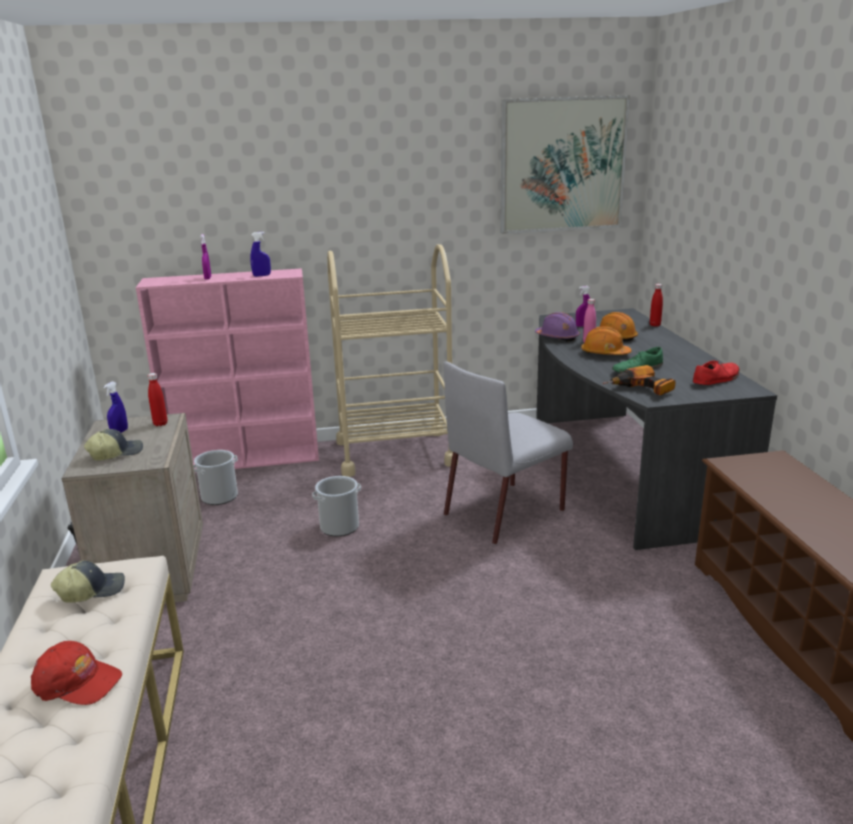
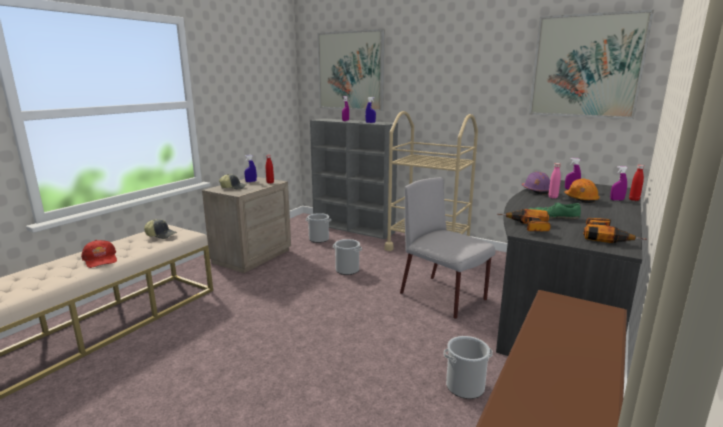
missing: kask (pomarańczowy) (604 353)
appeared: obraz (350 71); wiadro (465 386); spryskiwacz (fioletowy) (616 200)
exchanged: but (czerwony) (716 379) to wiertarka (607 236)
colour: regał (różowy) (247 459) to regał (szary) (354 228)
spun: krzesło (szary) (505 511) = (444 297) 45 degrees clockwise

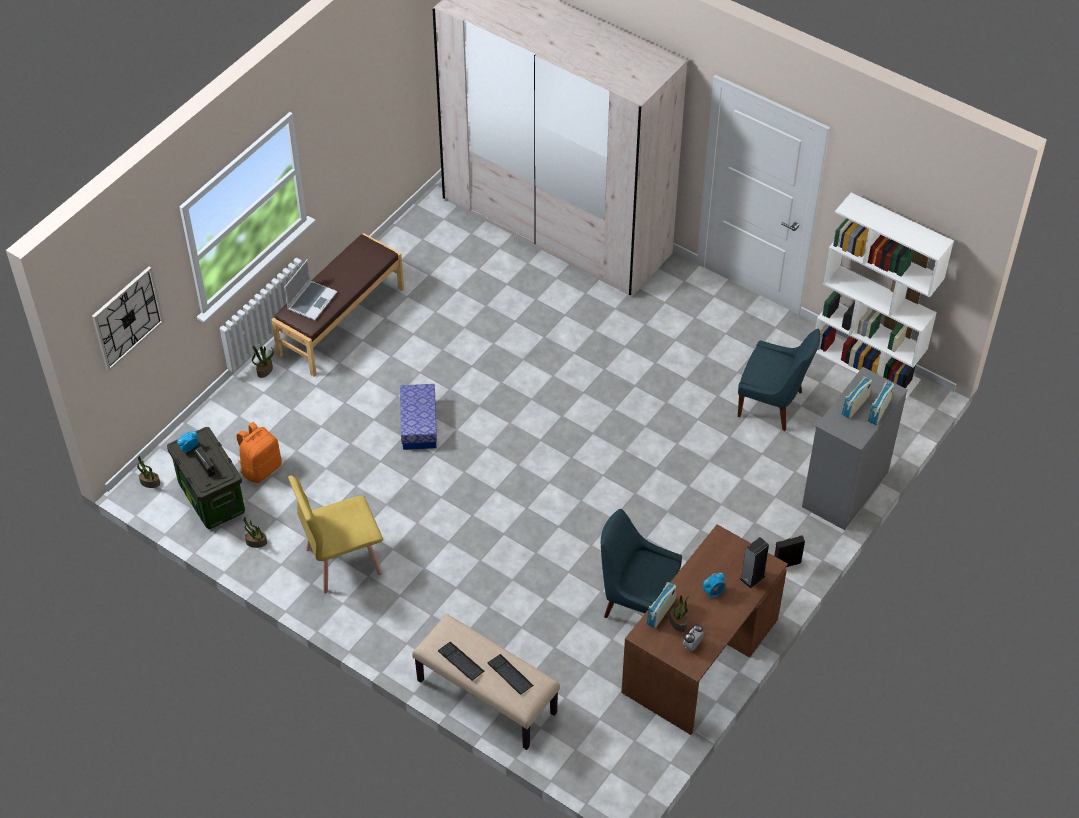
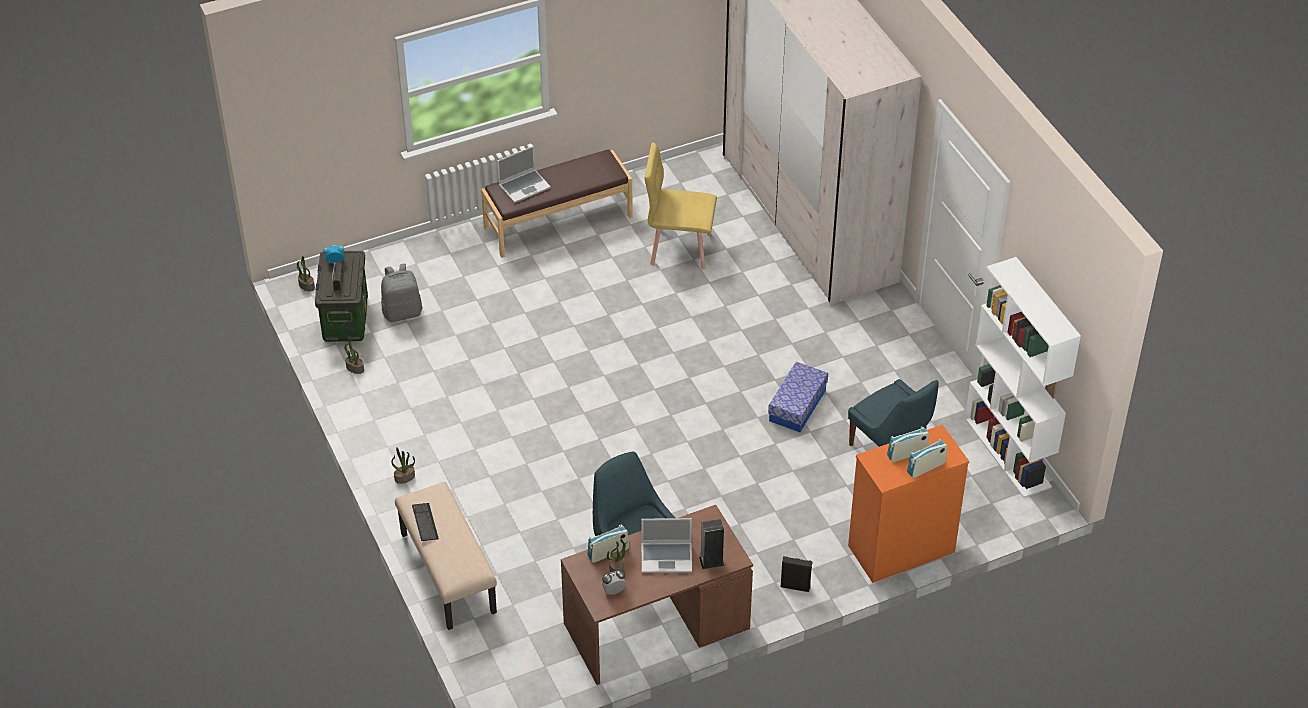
missing: zegar ścienny (127 318); klawiatura (510 675)
relocated: roślina doniczkowa (265 370) to (405 477); krzesło (żółty) (342 561) to (680 248); pojemnik do przechowywania (419 424) to (797 405)
exchanged: budzik (713 592) to laptop (667 557)
colour: plecak (pomarańczowy) (261 468) to plecak (szary) (402 312); komoda (szary) (844 490) to komoda (pomarańczowy) (900 549)

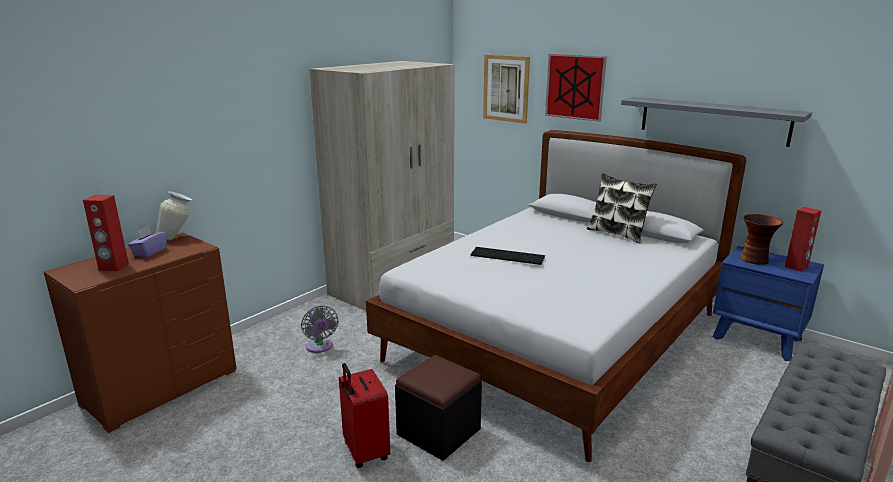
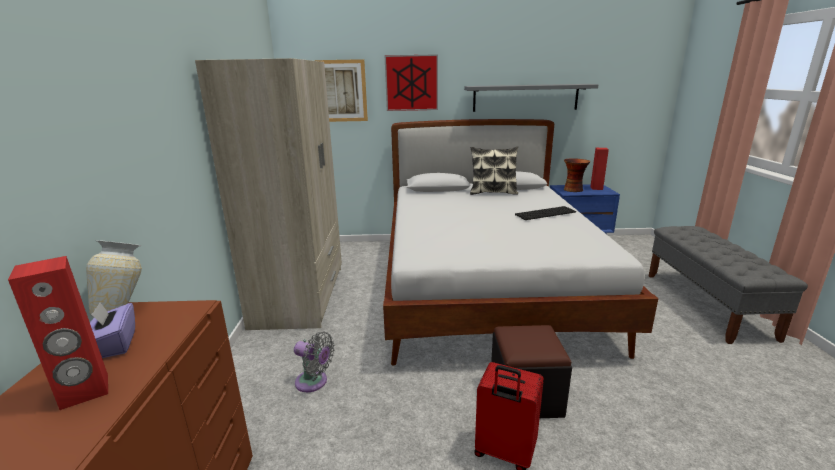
relocated: klawiatura (508 255) to (545 213)

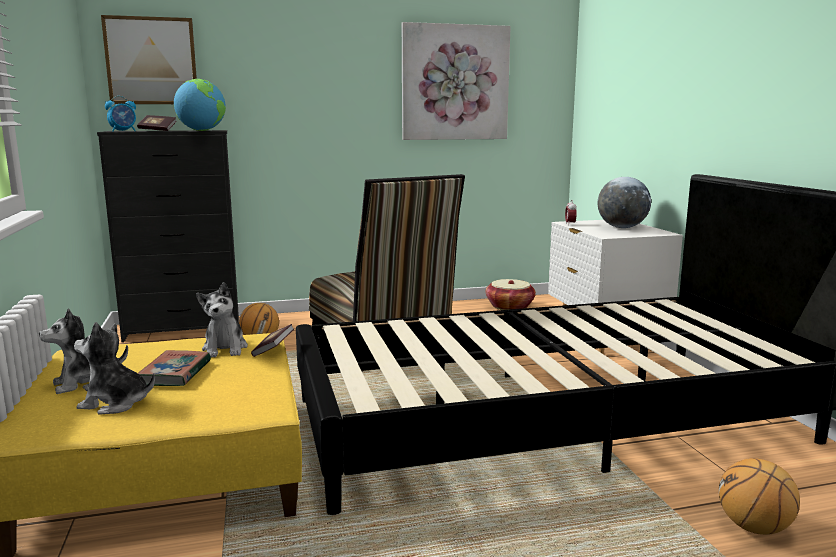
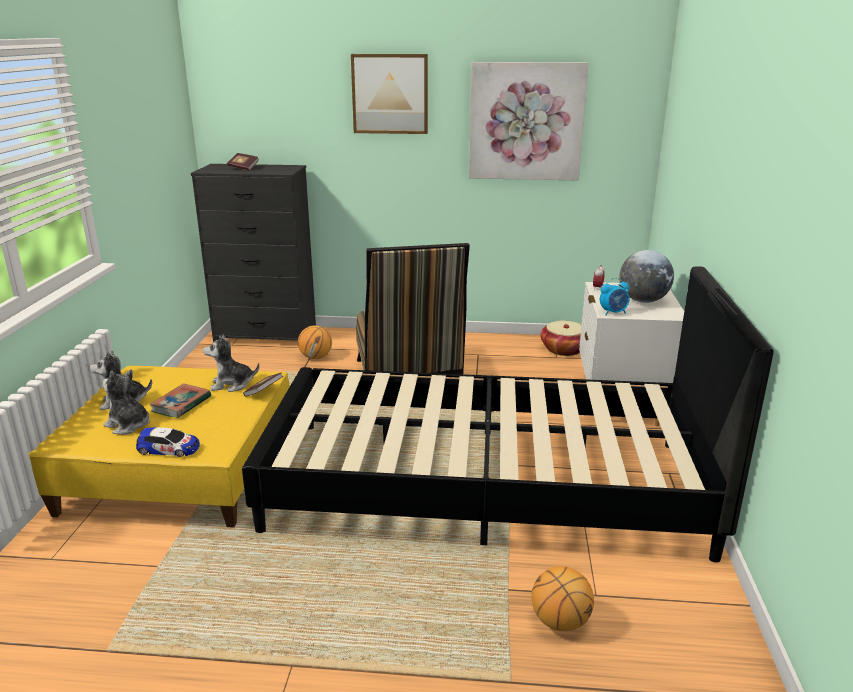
missing: globus (202 130)
appeared: samochodzik (169 448)
relocated: obraz (151 61) to (390 94); budzik (123 131) to (613 313)
spun: pluszak (225 348) = (232 384) 75 degrees clockwise

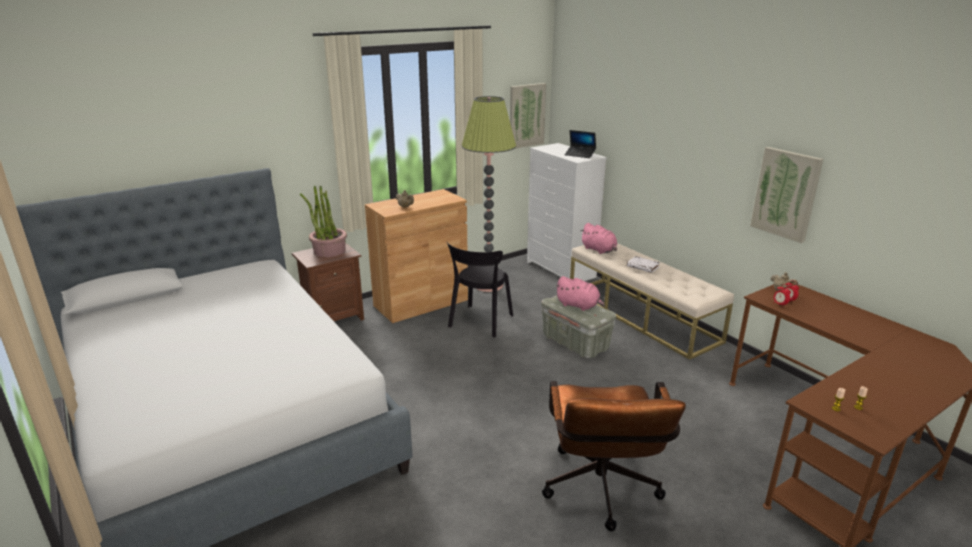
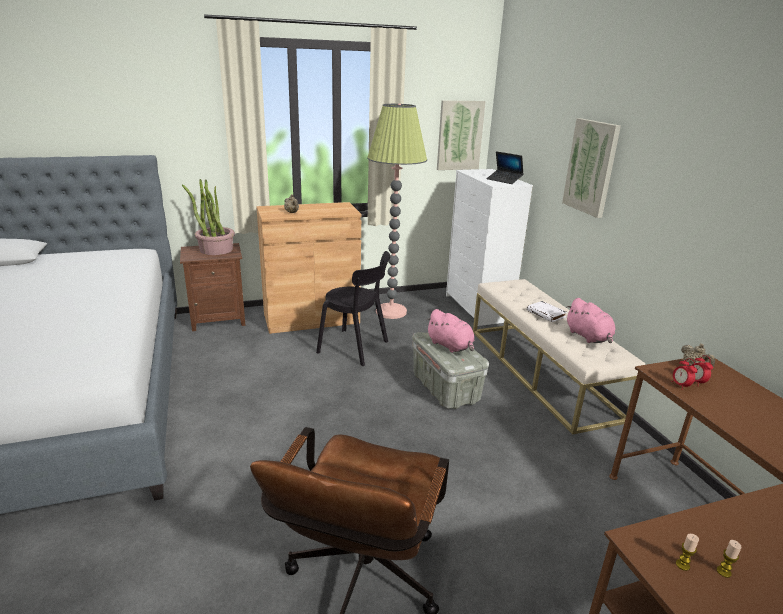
relocated: pluszak (różowy) (599 250) to (589 337); obraz (786 194) to (591 167)
spun: krzesło (czarny) (479 322) = (356 348) 105 degrees counterclockwise

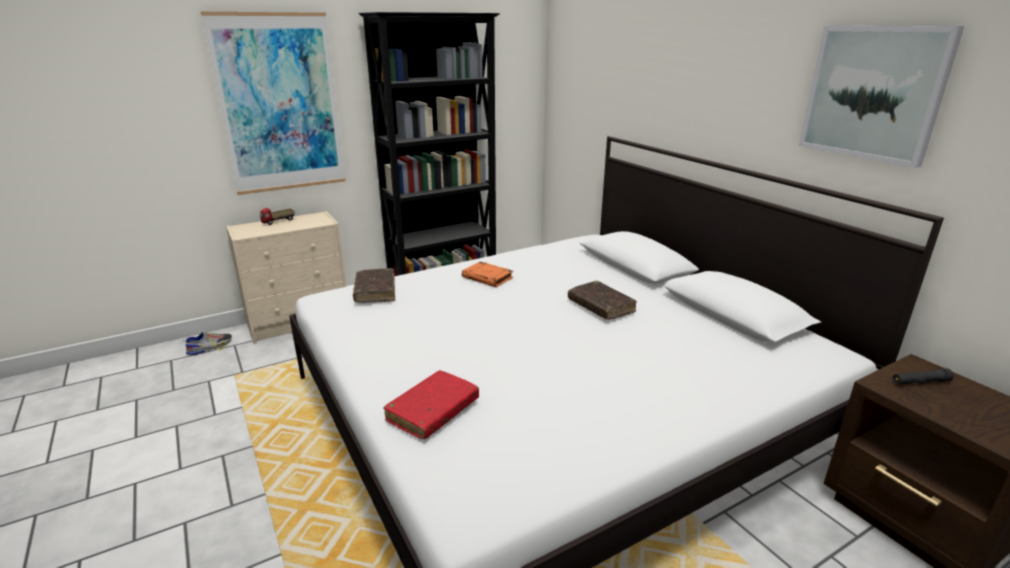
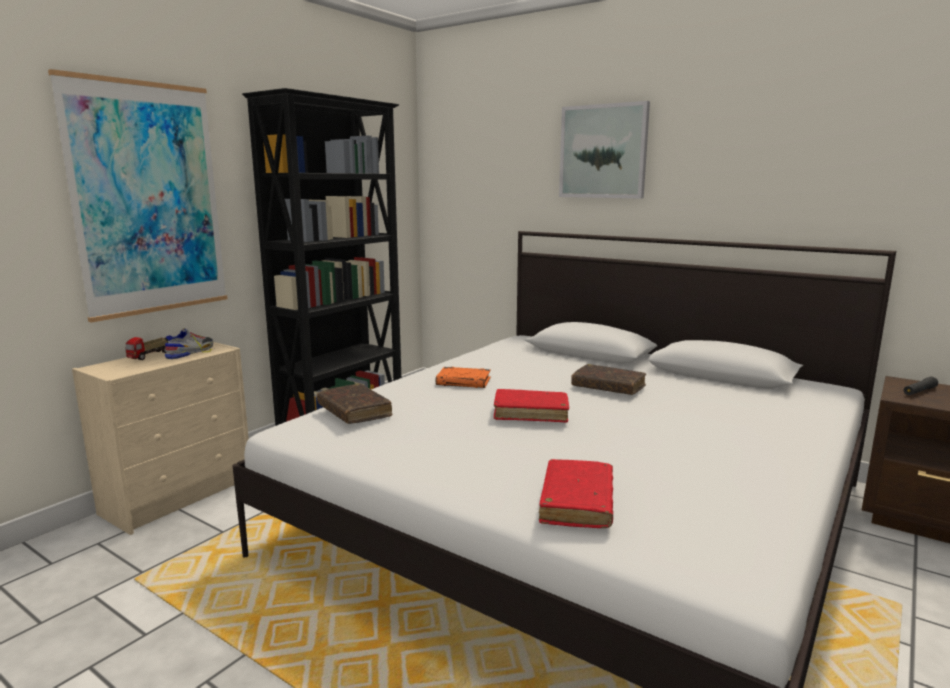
appeared: książka (czerwony) (531 413)
relocated: but (210 347) to (190 352); obraz (873 93) to (603 151)

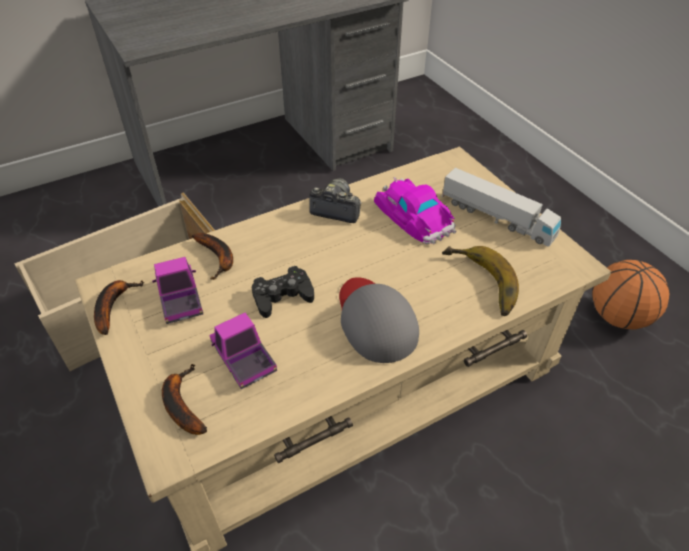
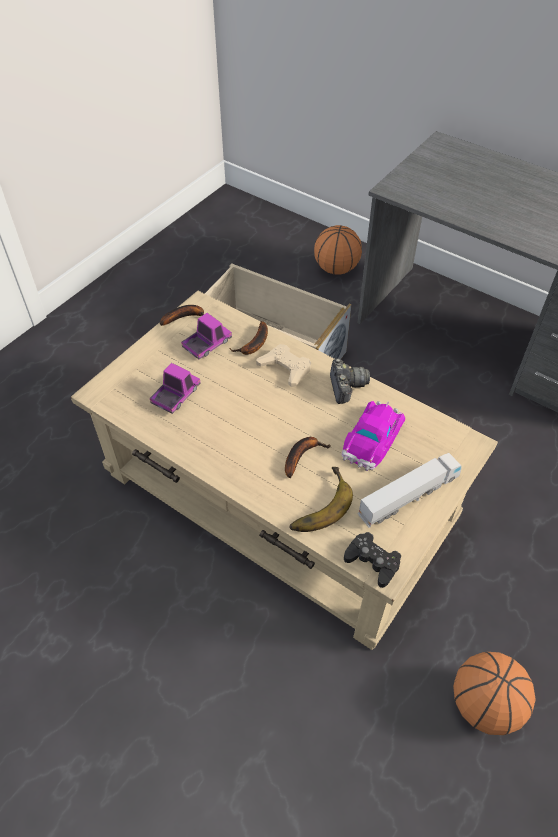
missing: czapka z daszkiem (szary) (375 320)
appeared: pad do gier (beżowy) (285 368); piłka do koszykówki (336 269)
relocated: banan (181 404) to (302 455); pad do gier (czarny) (282 296) to (372 562)
spun: ciężarówka zabawkowa (496 218) = (409 496) 135 degrees counterclockwise

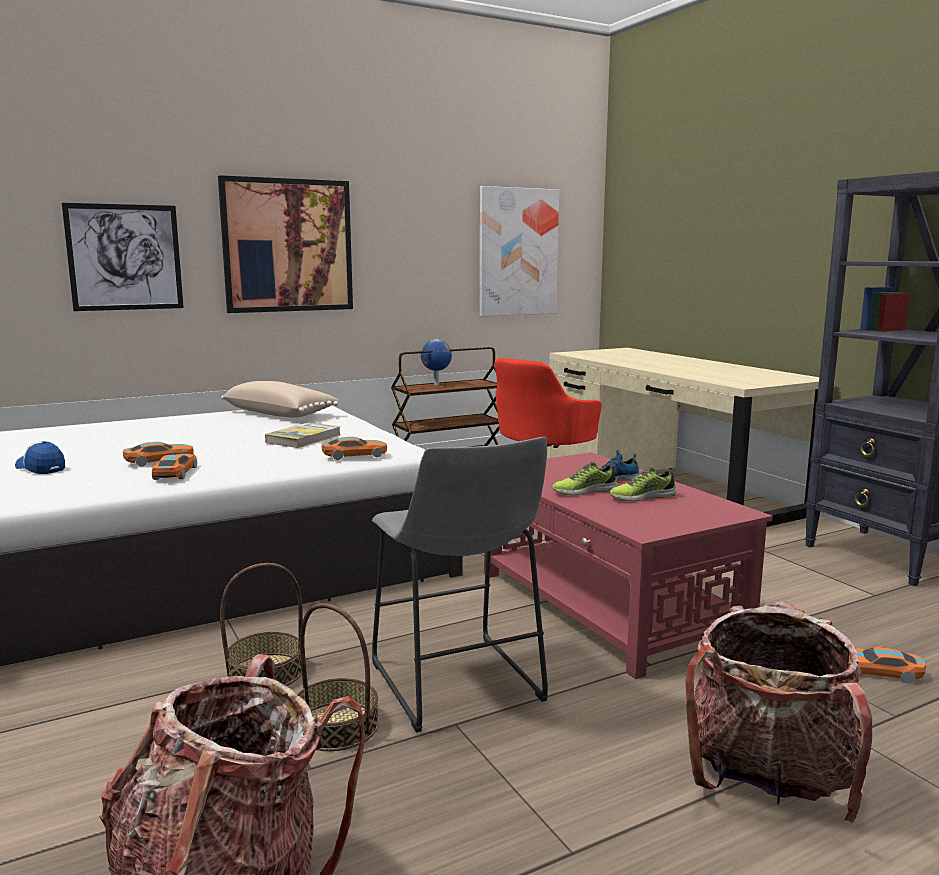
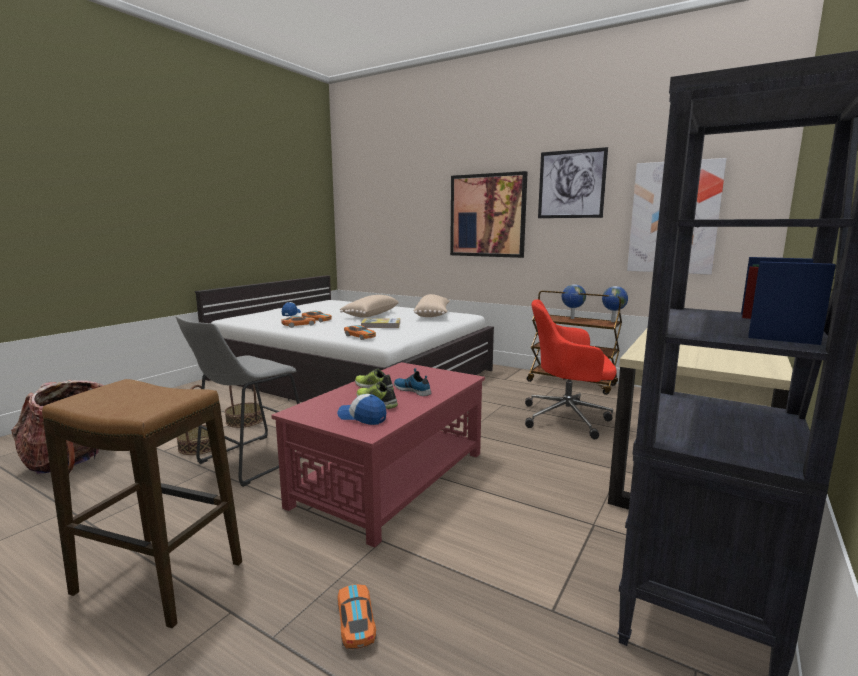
appeared: czapka z daszkiem (362 417); poduszka (beżowy) (370 315); globus (612 321)
relocated: obraz (125 257) to (571 184)
exchanged: plecak (769 783) to stołek (158 578)

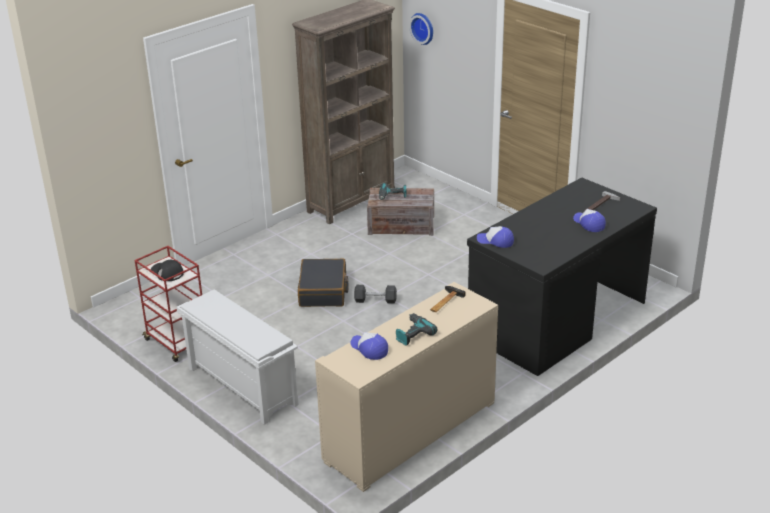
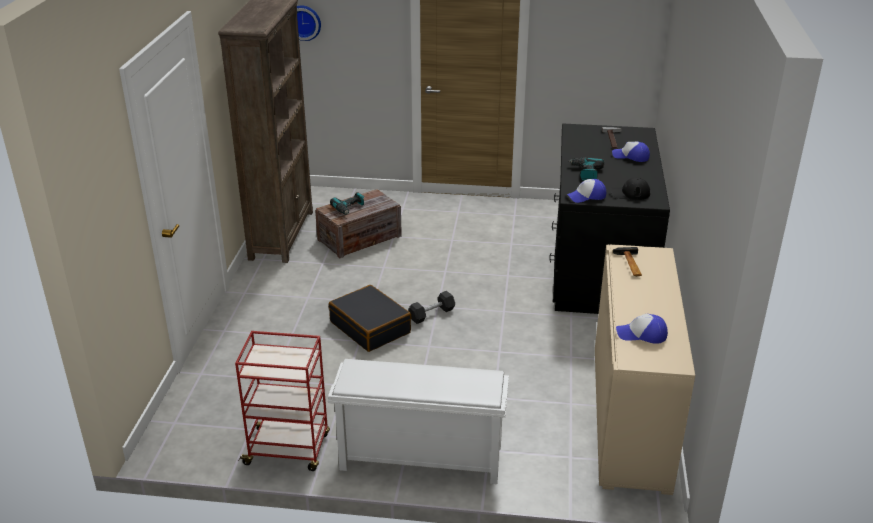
relocated: czapka z daszkiem (czarny) (167 272) to (629 193); wiertarka (412 334) to (585 173)

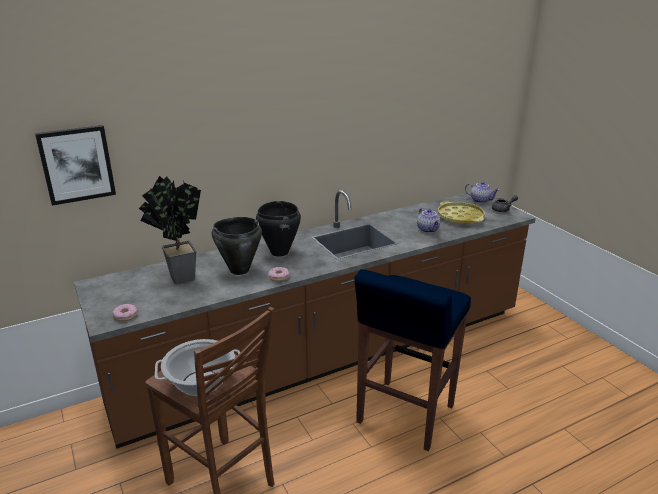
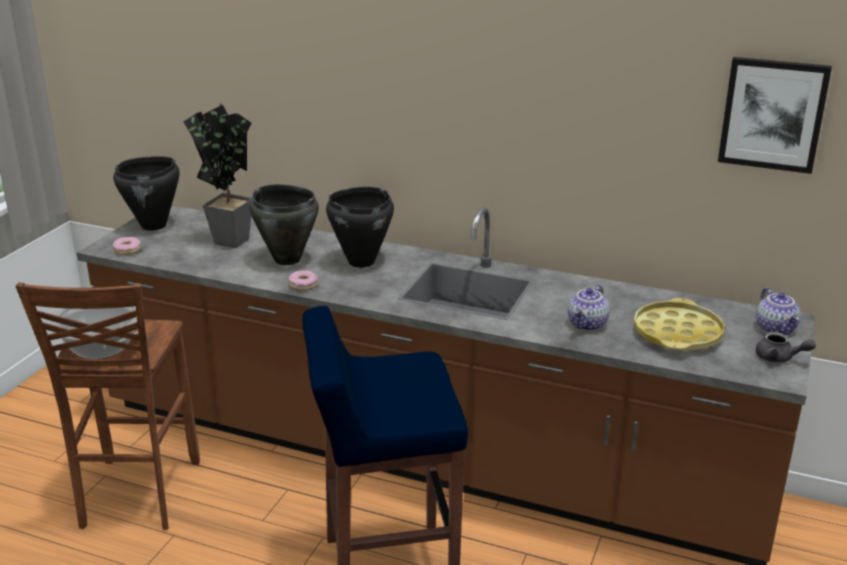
appeared: garnek (czarny) (154 226)
relocated: obraz (77 164) to (773 114)

